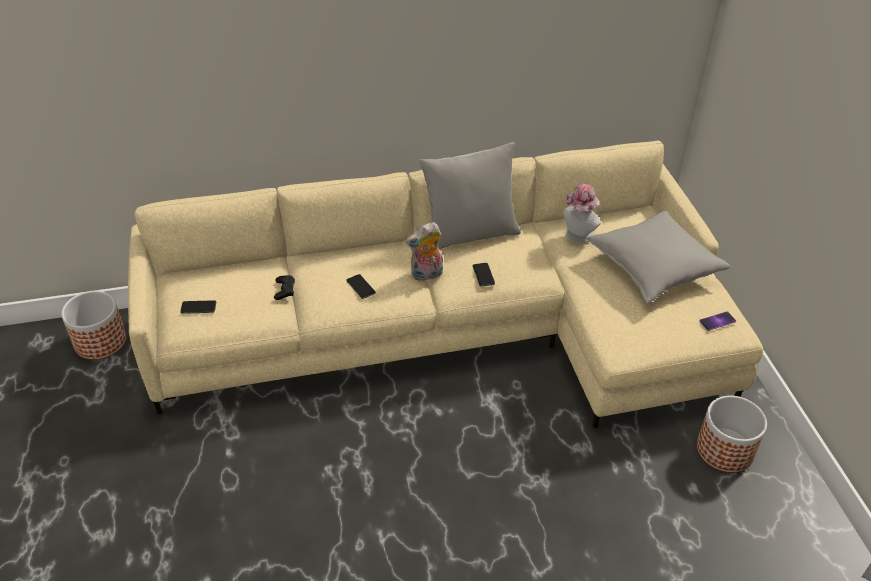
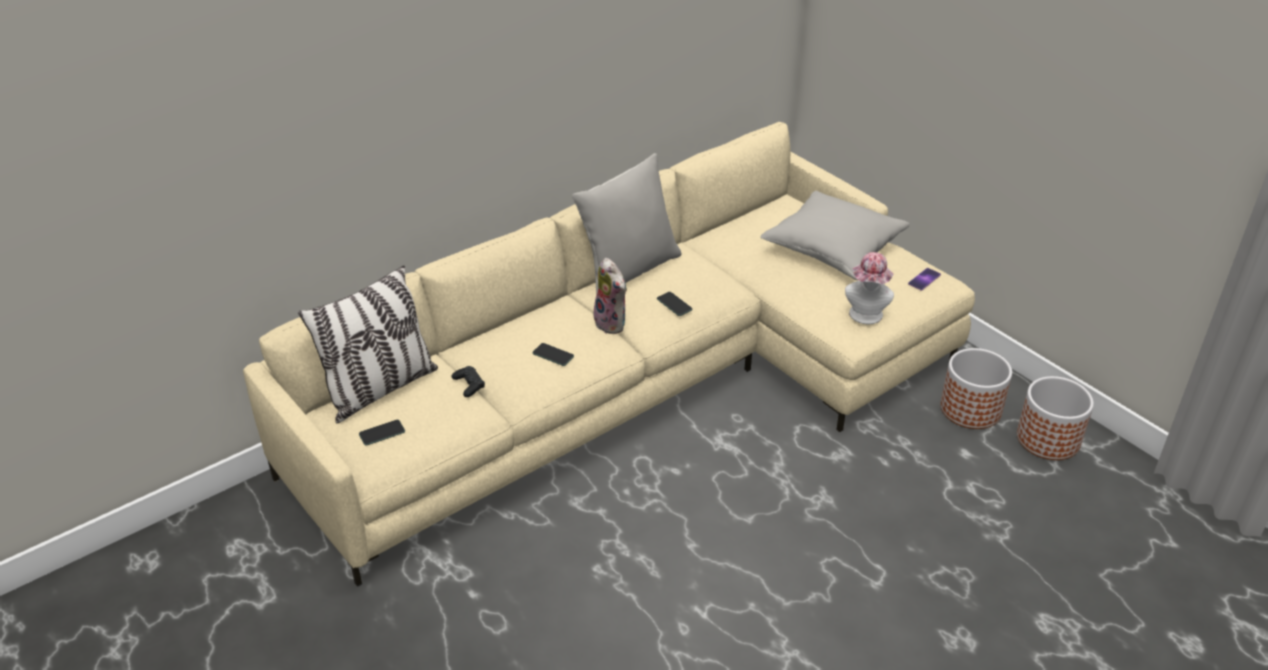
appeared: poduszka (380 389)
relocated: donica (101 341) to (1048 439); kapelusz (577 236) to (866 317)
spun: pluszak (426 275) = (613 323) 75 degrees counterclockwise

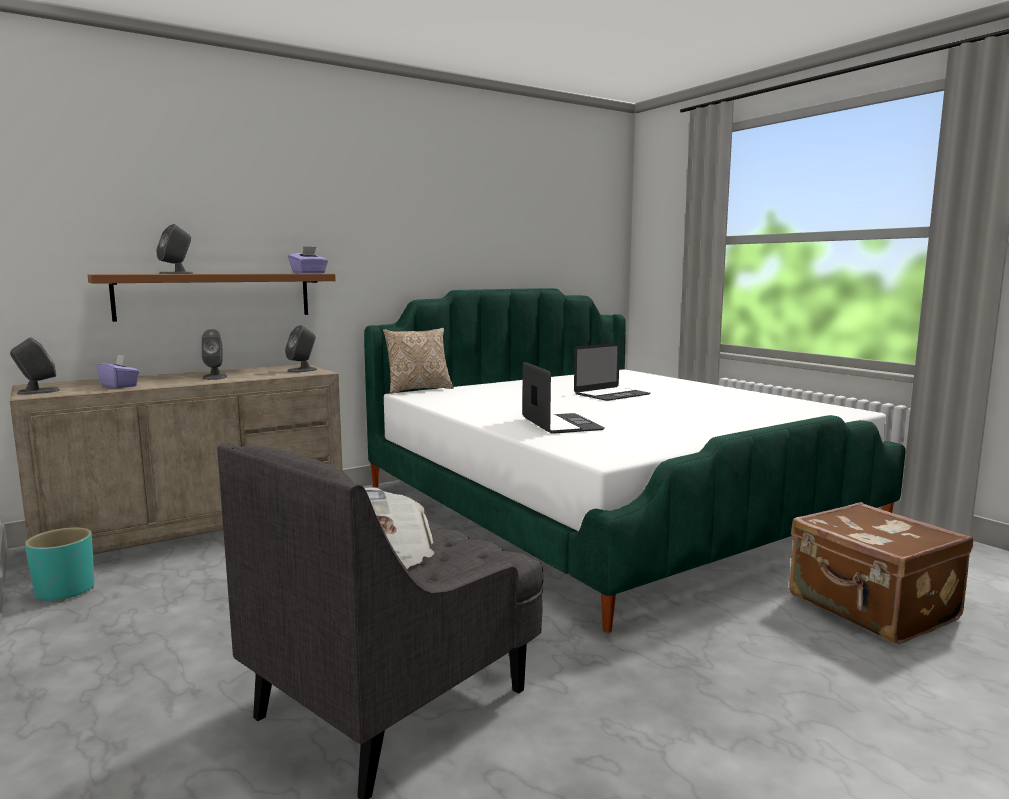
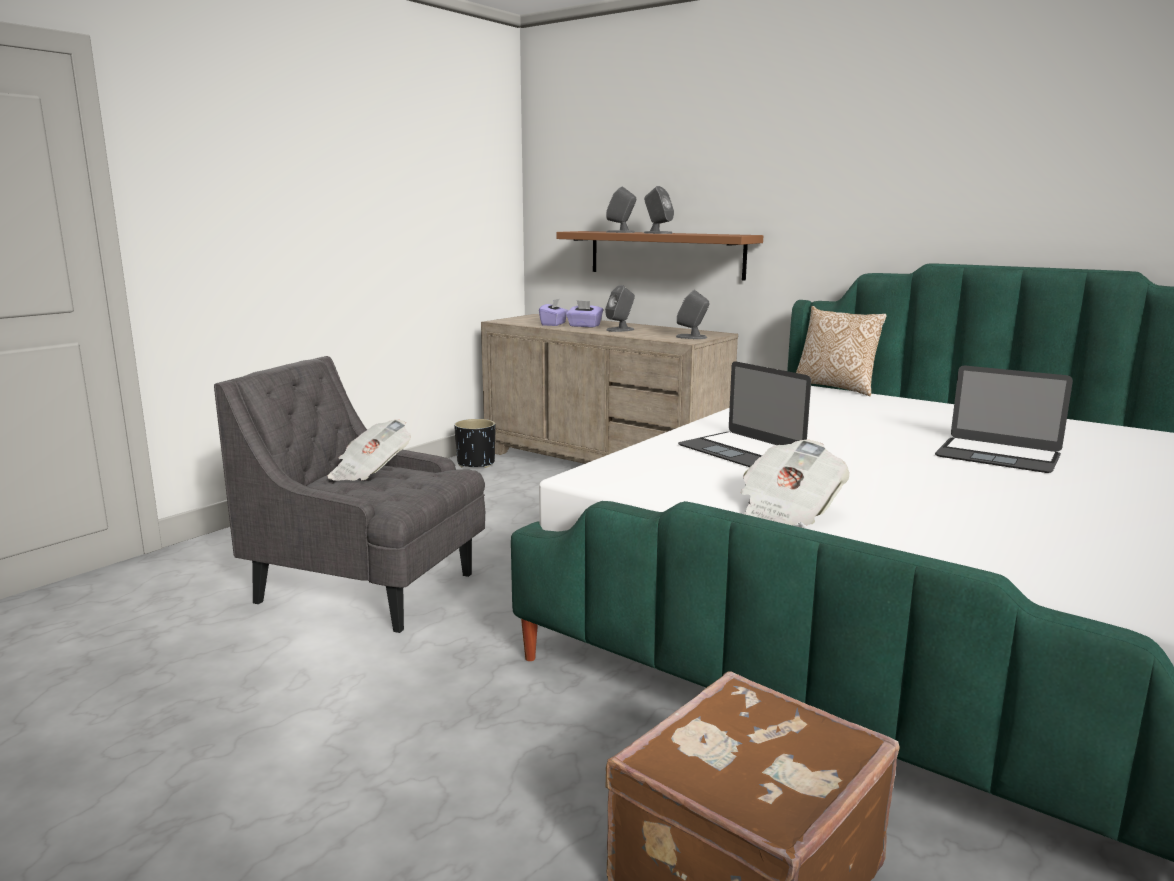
appeared: gazeta (787 512)
relocated: głośnik (szary) (37 391) to (657 233); pudełko chusteczek (fioletowy) (309 273) to (584 326)
colour: donica (turkusowy) (65 591) to donica (czarny) (476 463)
spun: laptop (561 424) = (741 450) 90 degrees clockwise

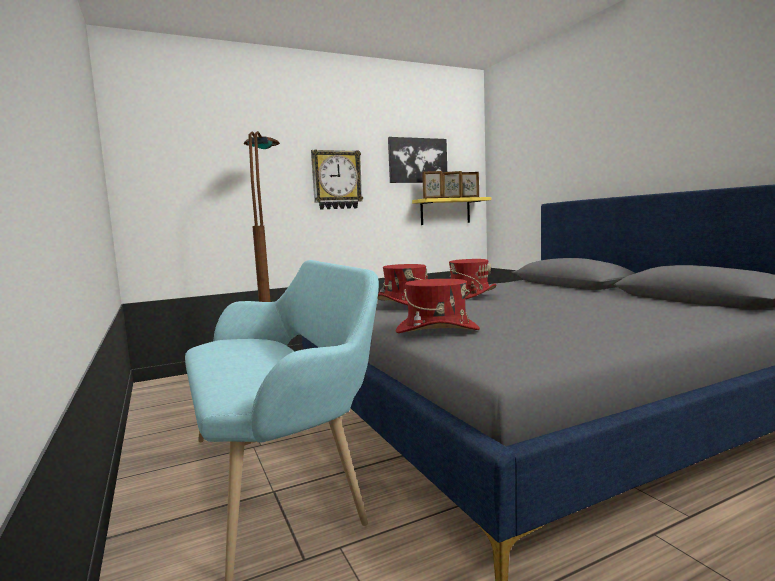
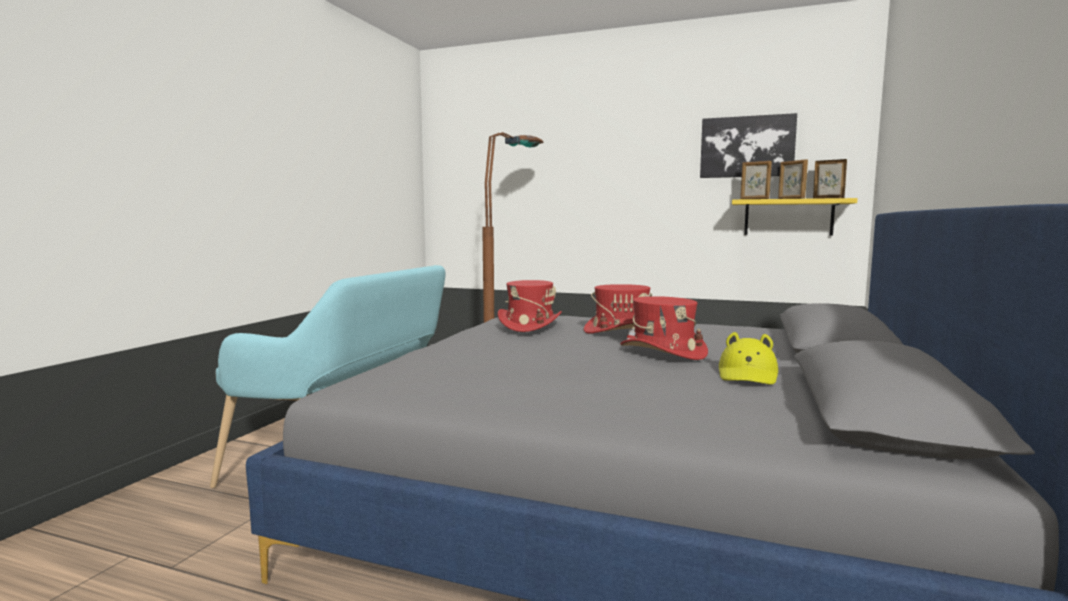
missing: zegar ścienny (336 180)
appeared: kapelusz (żółty) (748 375)
relocated: kapelusz (czerwony) (437 330) to (662 351)

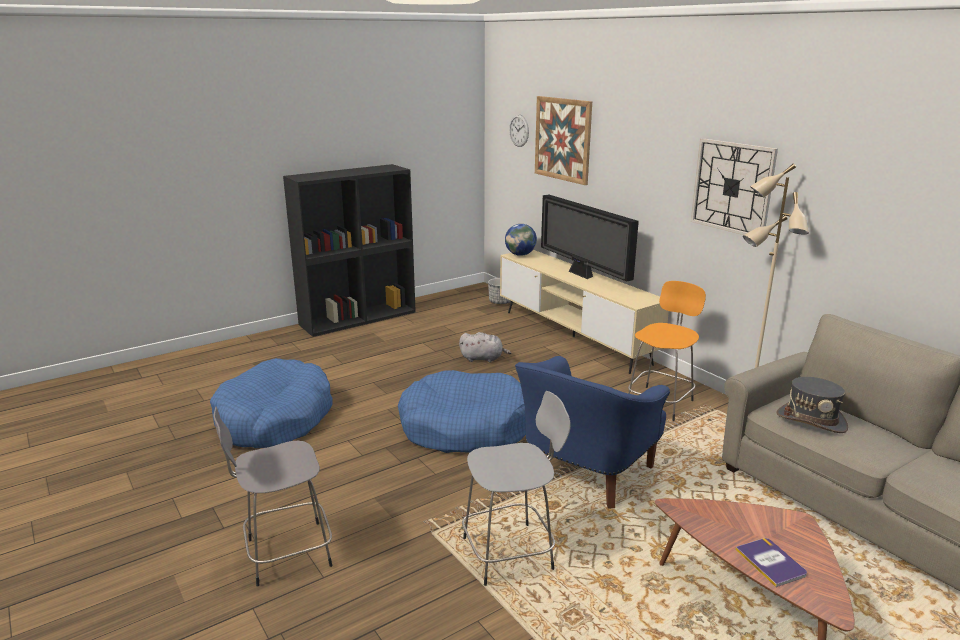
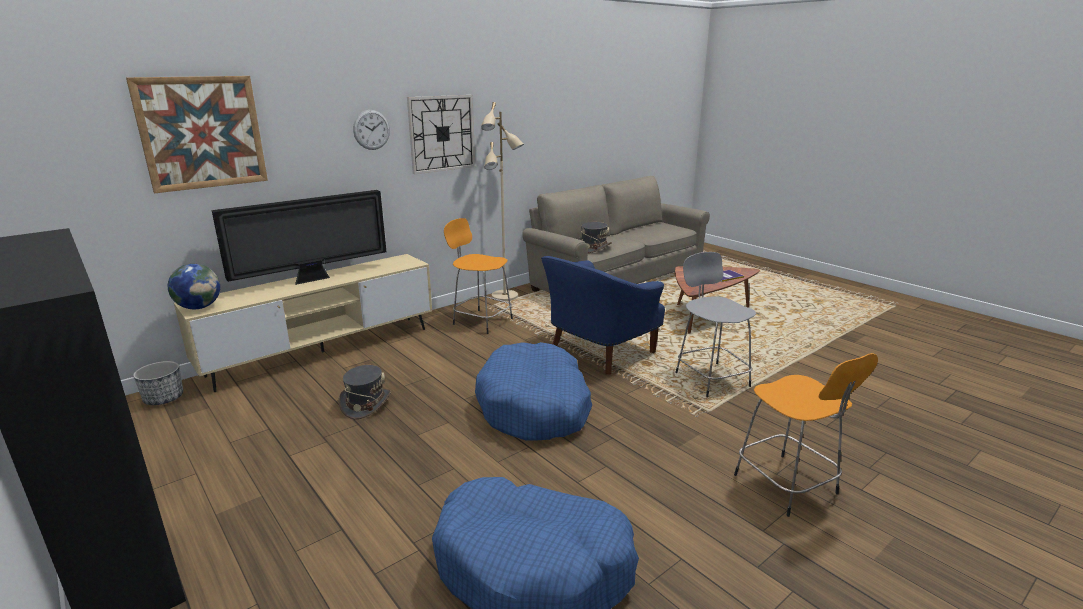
relocated: zegar ścienny (519 130) to (371 130)
exchanged: pluszak (szary) (483 359) to kapelusz (szary) (365 404)
colour: stołek (szary) (285 553) to stołek (pomarańczowy) (788 486)
spun: fotel (niebieski) (584 473) = (598 352) 105 degrees clockwise

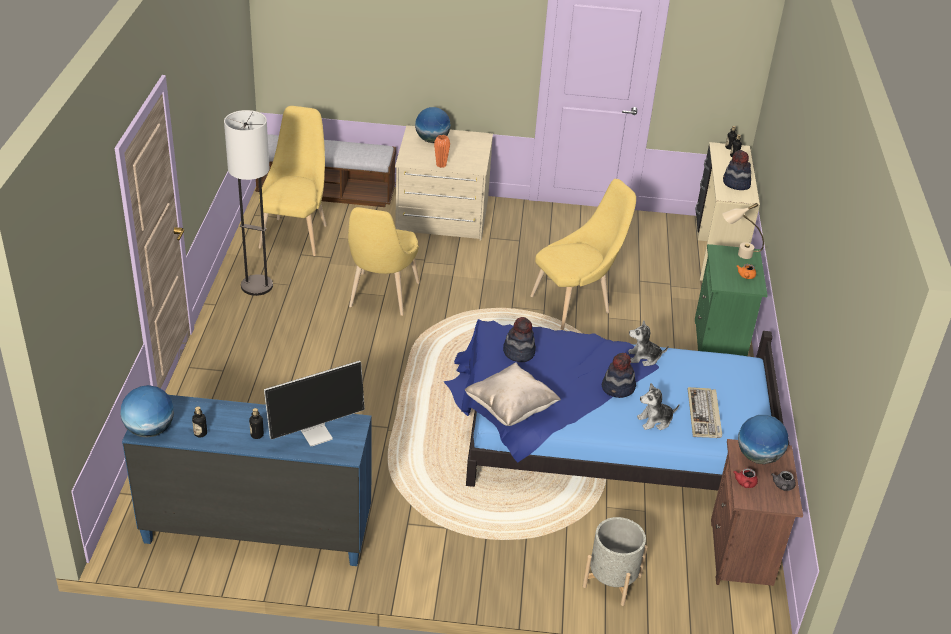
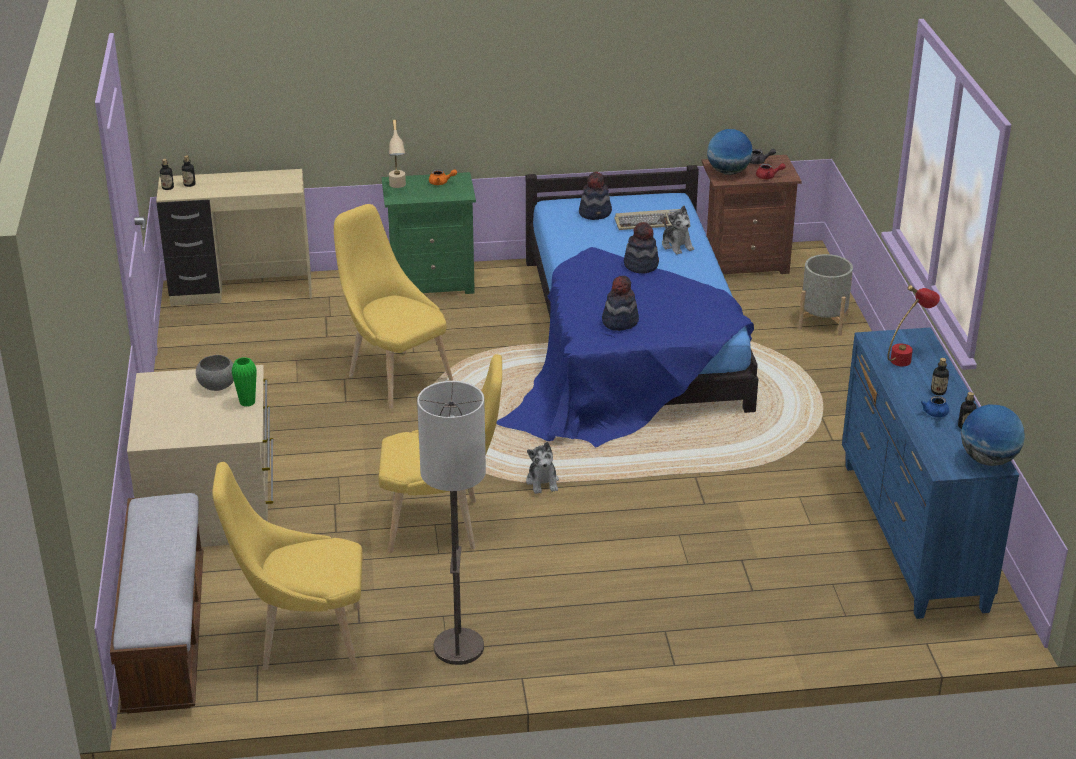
missing: globus (432 140); poduszka (beżowy) (510 409)
appeared: miska (szary) (217 385); imbryk (niebieski) (936 414)
relocated: pluszak (644 358) to (543 482); kapelusz (736 184) to (595 213)
exchanged: monitor (317 434) to lampa stołowa (czerwony) (907 357)
colour: wazon (pomarańczowy) (441 165) to wazon (zielony) (247 402)

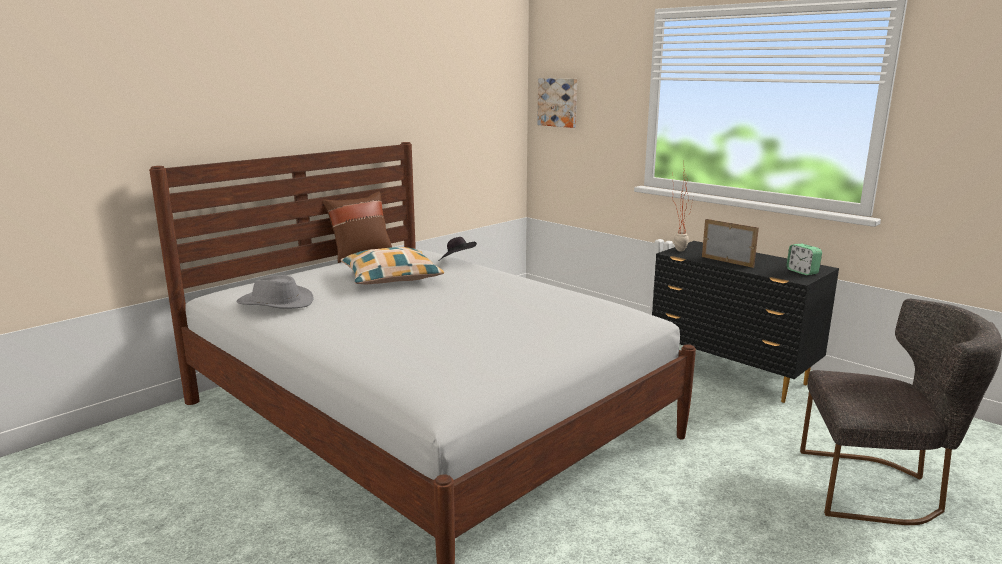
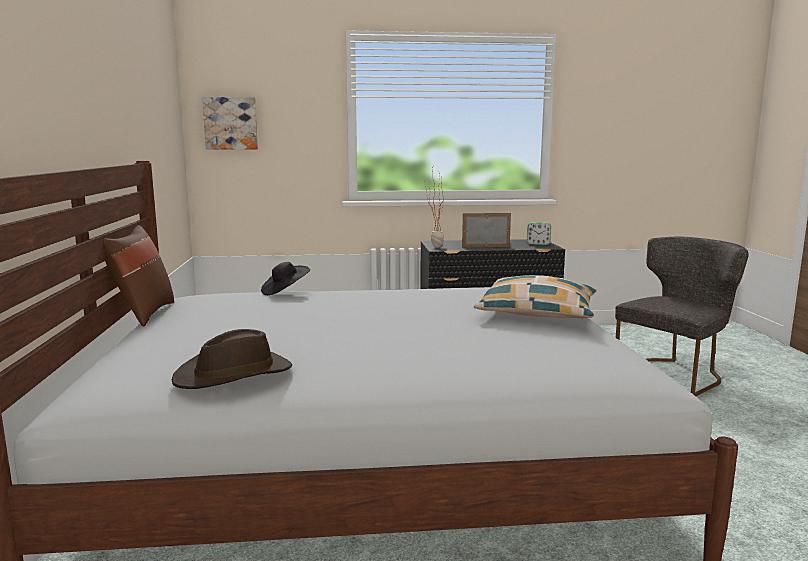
relocated: poduszka (391 278) to (537 313)
colour: kapelusz (szary) (275 303) to kapelusz (brązowy) (235 375)

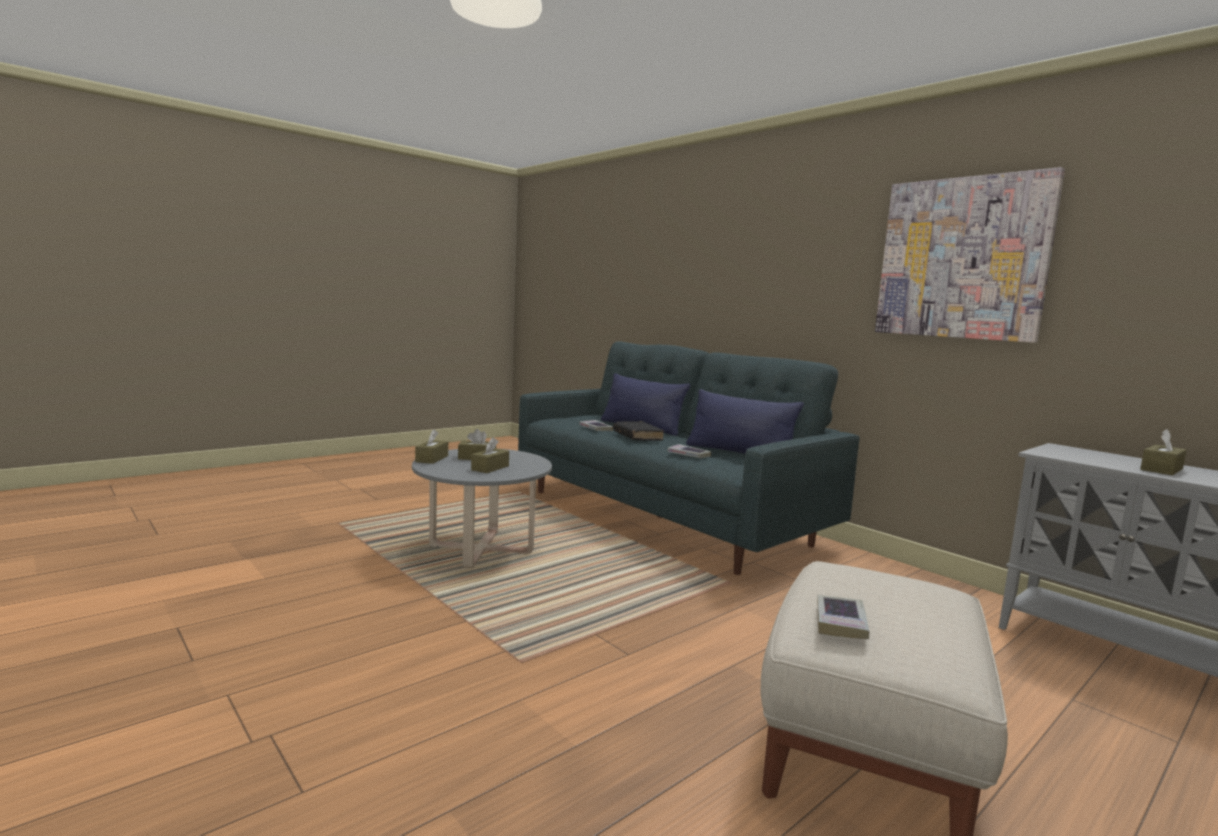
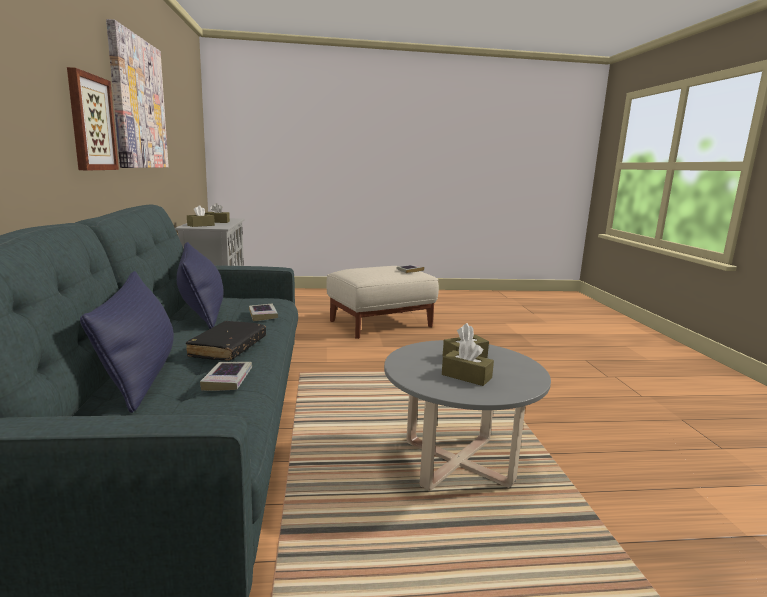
appeared: obraz (91 123)
relocated: pudełko chusteczek (brązowy) (432 459) to (201 225)

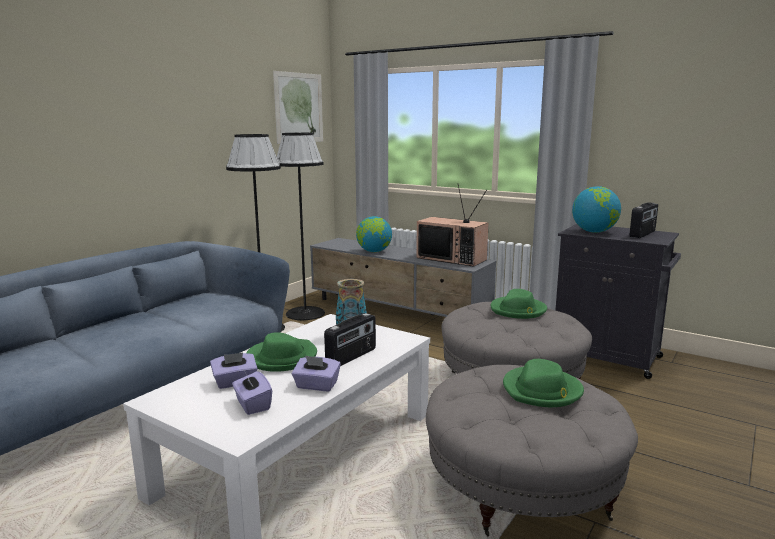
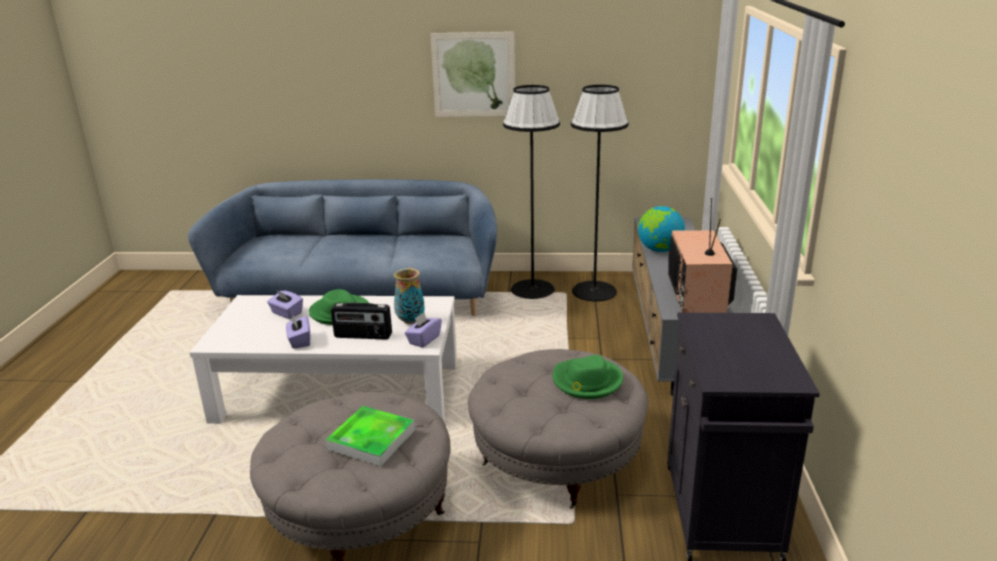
missing: globus (594 232); radio (643 234)
relocated: pudełko chusteczek (fioletowy) (252 405) to (424 340); obraz (299 108) to (473 75)
exchanged: kapelusz (zielony) (542 390) to taca (371 439)

